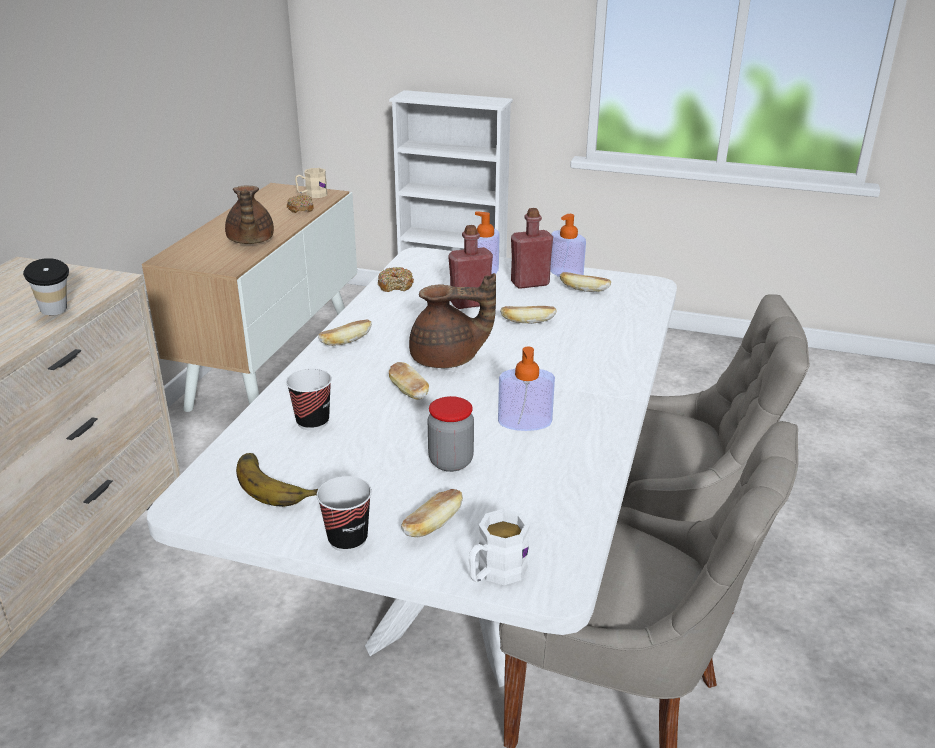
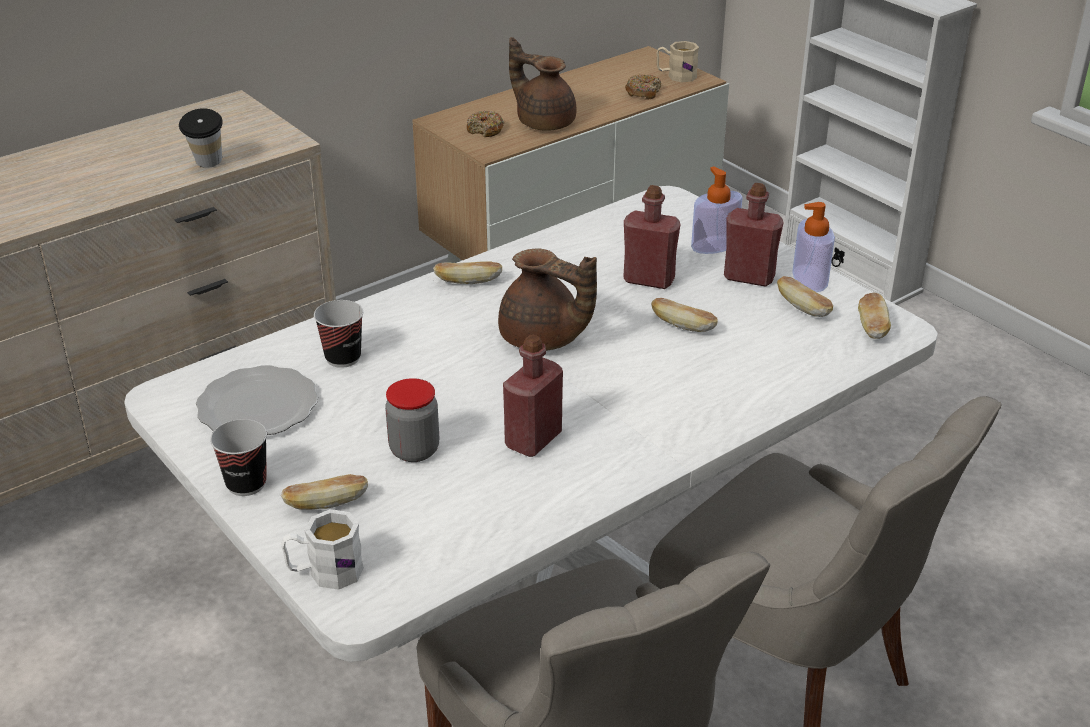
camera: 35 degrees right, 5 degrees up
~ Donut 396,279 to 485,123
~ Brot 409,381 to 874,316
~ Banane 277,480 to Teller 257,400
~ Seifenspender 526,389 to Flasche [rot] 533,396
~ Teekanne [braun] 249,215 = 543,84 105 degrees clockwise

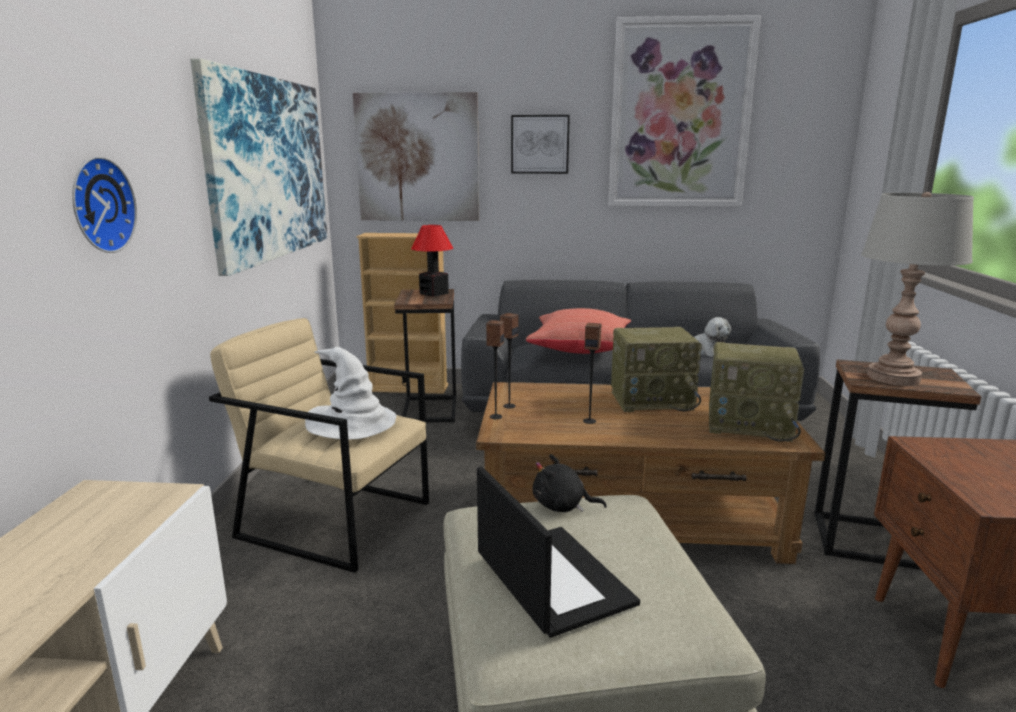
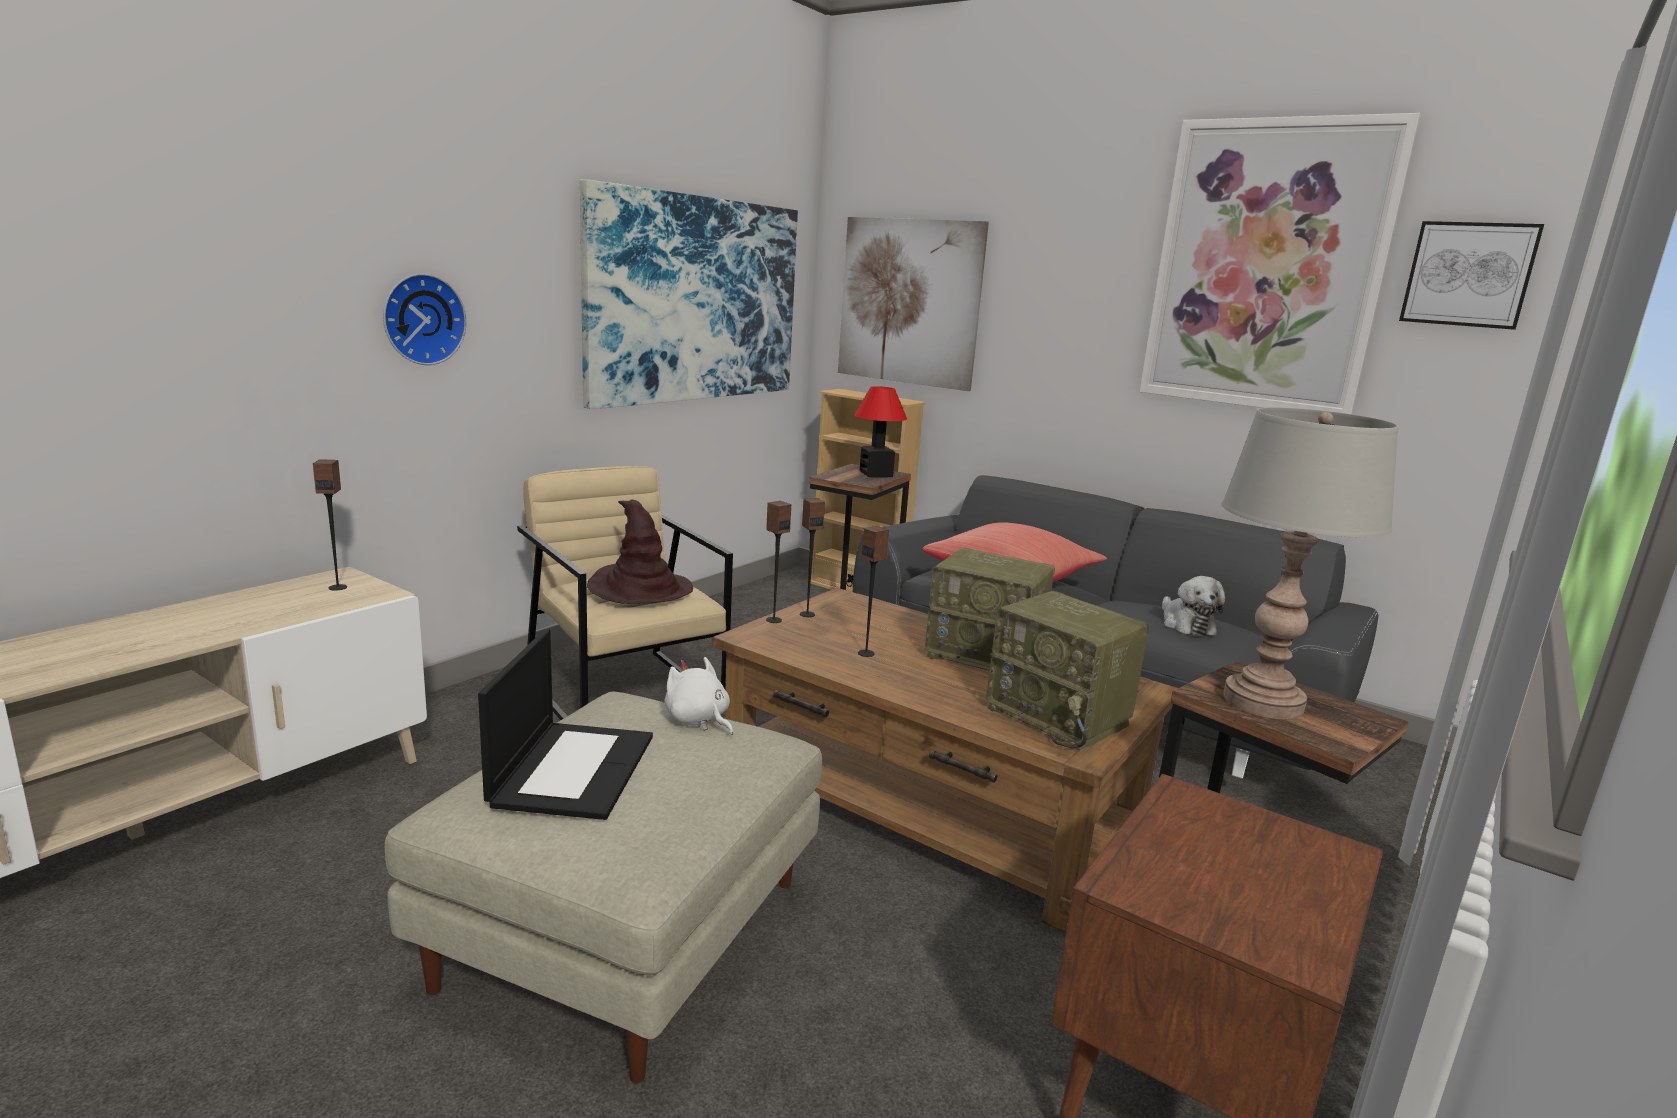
camera: 30 degrees right, 0 degrees up
+ Lautsprecher 330,525
~ Bild 540,144 to 1471,275
~ Hut [weiß] 351,393 to Hut [braun] 640,551
~ Plüschtier [schwarz] 570,483 to Plüschtier [weiß] 698,696

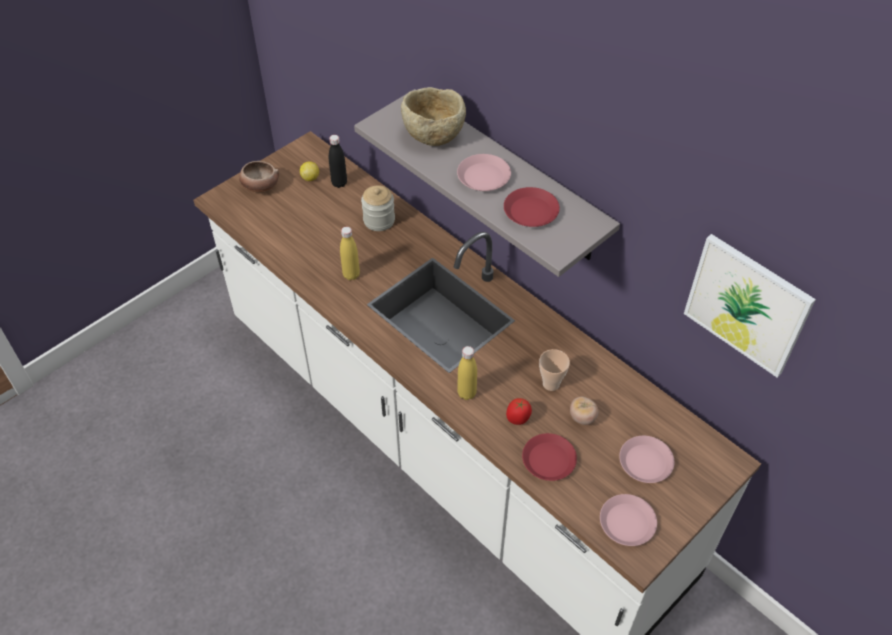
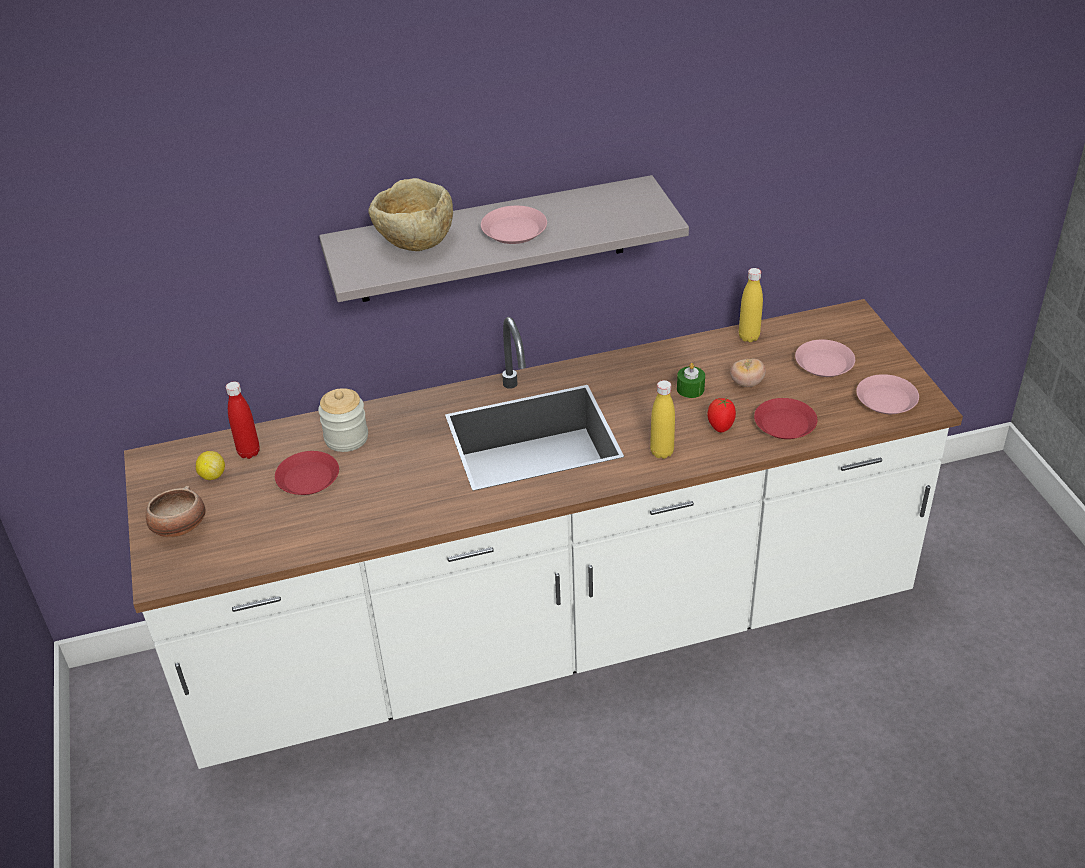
camera: 60 degrees left, 10 degrees down
- Bild 750,306
~ Flasche [gelb] 350,253 to 751,305
~ Teller [rot] 532,207 to 307,473
~ Tasse 554,370 to Kerze [grün] 691,380
~ Flasche [schwarz] 338,161 to Flasche [rot] 243,420

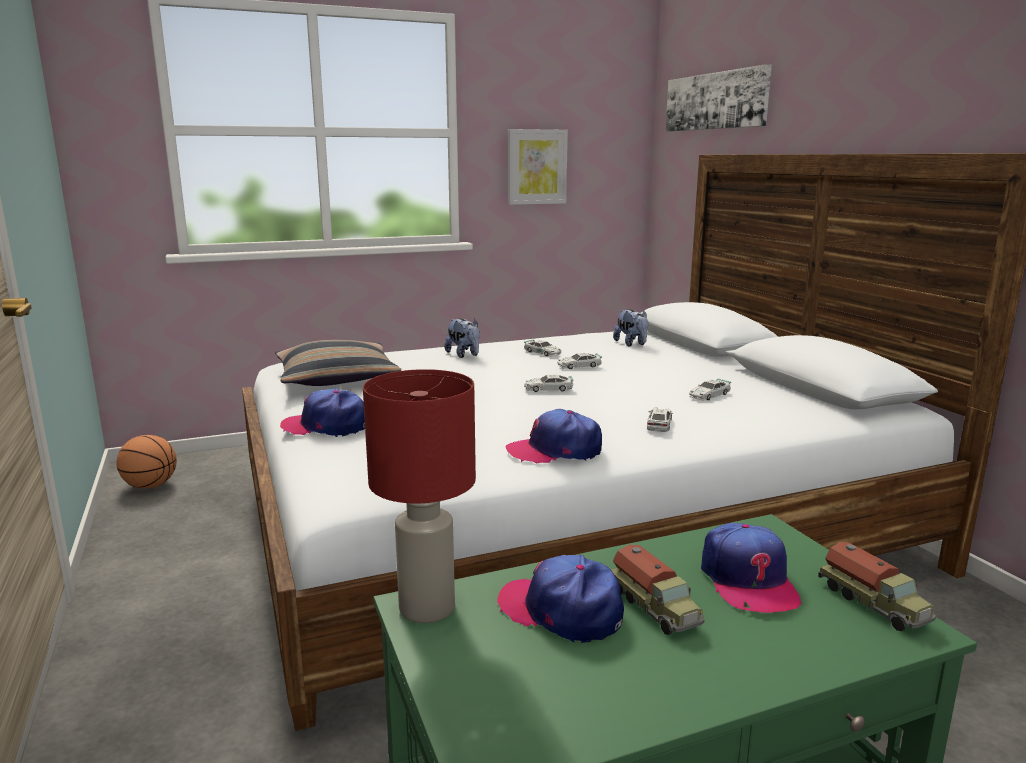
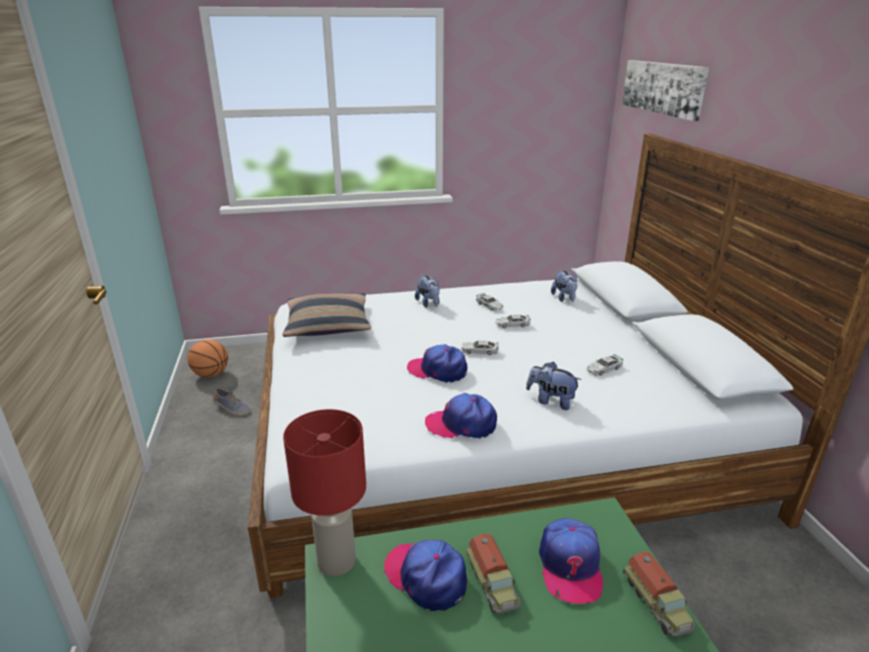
camera: 10 degrees right, 10 degrees up
- Bild 538,167
+ Schuh 232,402
~ Kappe 322,412 to 437,363
~ Spielzeugauto 660,420 to Plüschtier 554,386

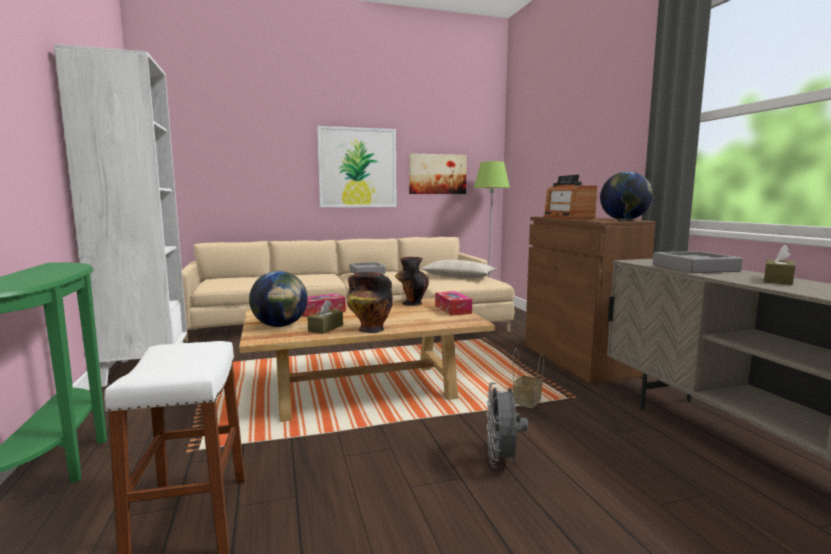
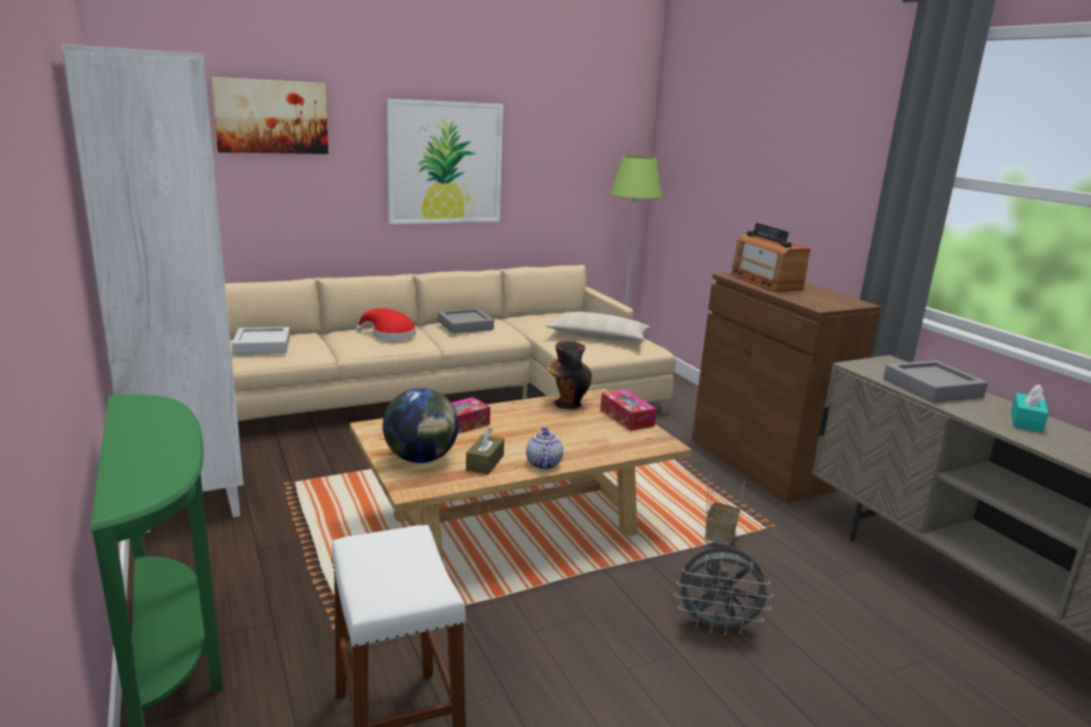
camera: 10 degrees left, 10 degrees up
- Globus 626,196
+ Tablett [grau] 261,341
+ Hut [rot] 386,324
~ Bild 438,173 to 269,115
~ Vase 370,302 to Teekanne 544,448
~ Taschentuchbox [braun] 779,265 to Taschentuchbox [türkis] 1030,408
~ Ventilator [grau] 507,424 = 724,592 75 degrees counterclockwise

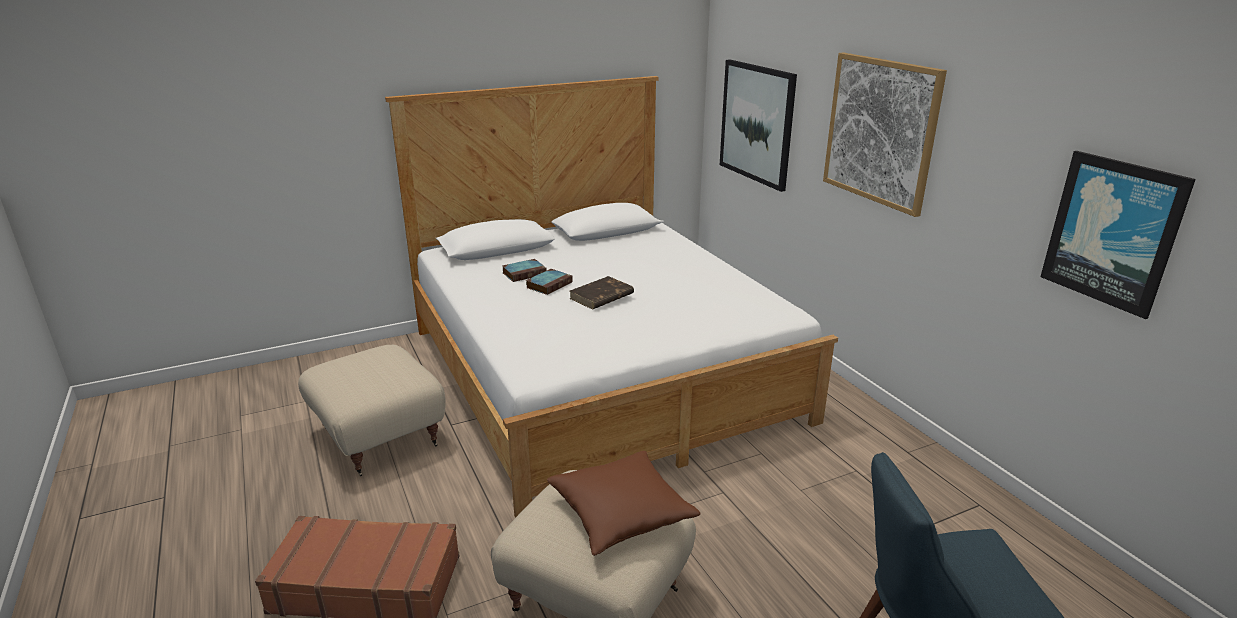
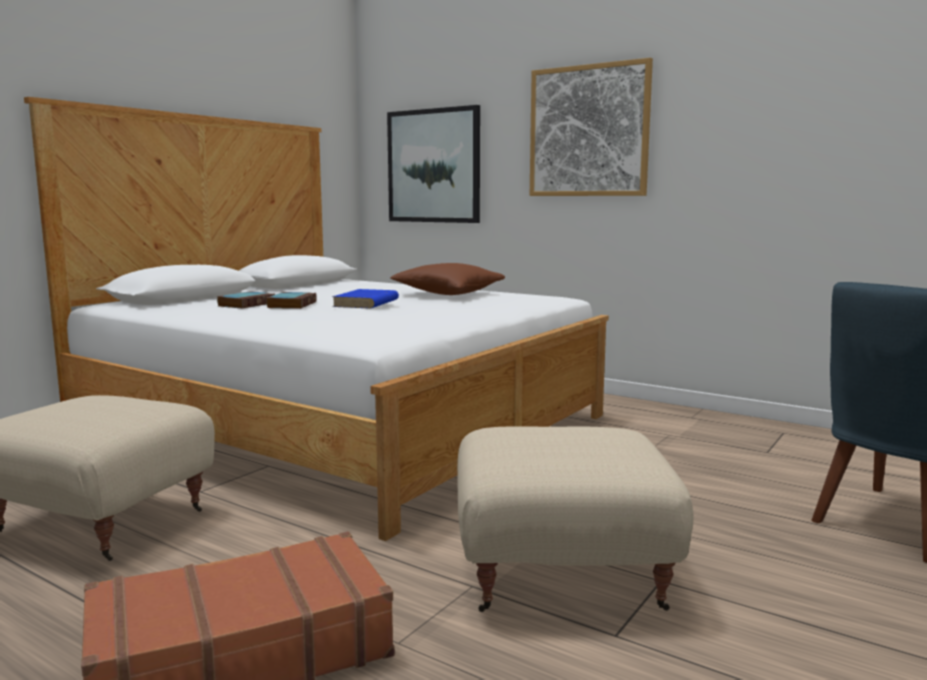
camera: 30 degrees left, 15 degrees down
- Bild 1118,235
~ Kissen [braun] 624,503 to 447,279
~ Buch [braun] 601,292 to Buch [blau] 365,299

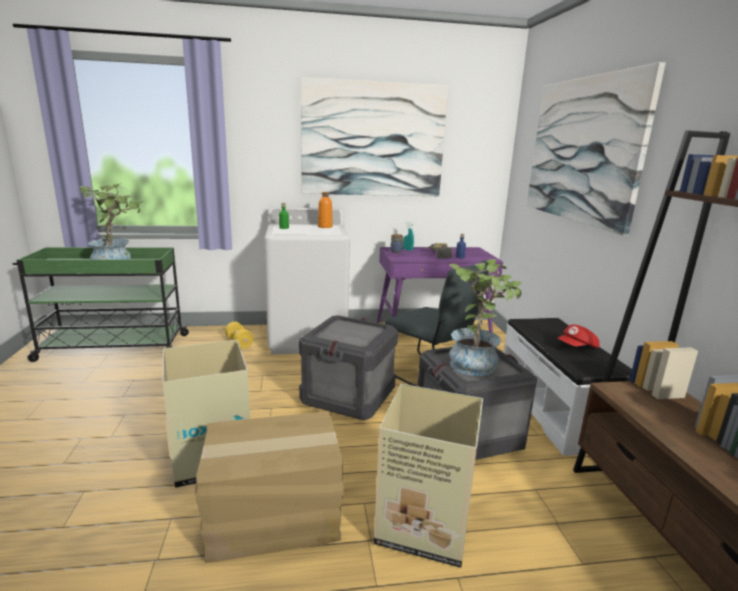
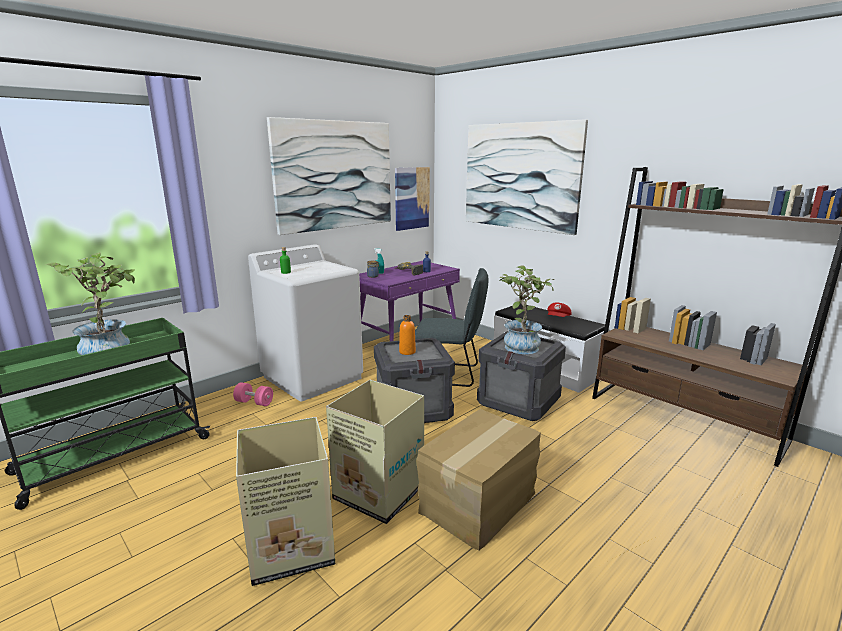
camera: 35 degrees left, 0 degrees up
+ Bild 412,199
~ Flasche [orange] 325,210 to 407,335
~ Karton 428,476 to 285,501
~ Hantel [gelb] 239,335 to Hantel [rosa] 253,394

